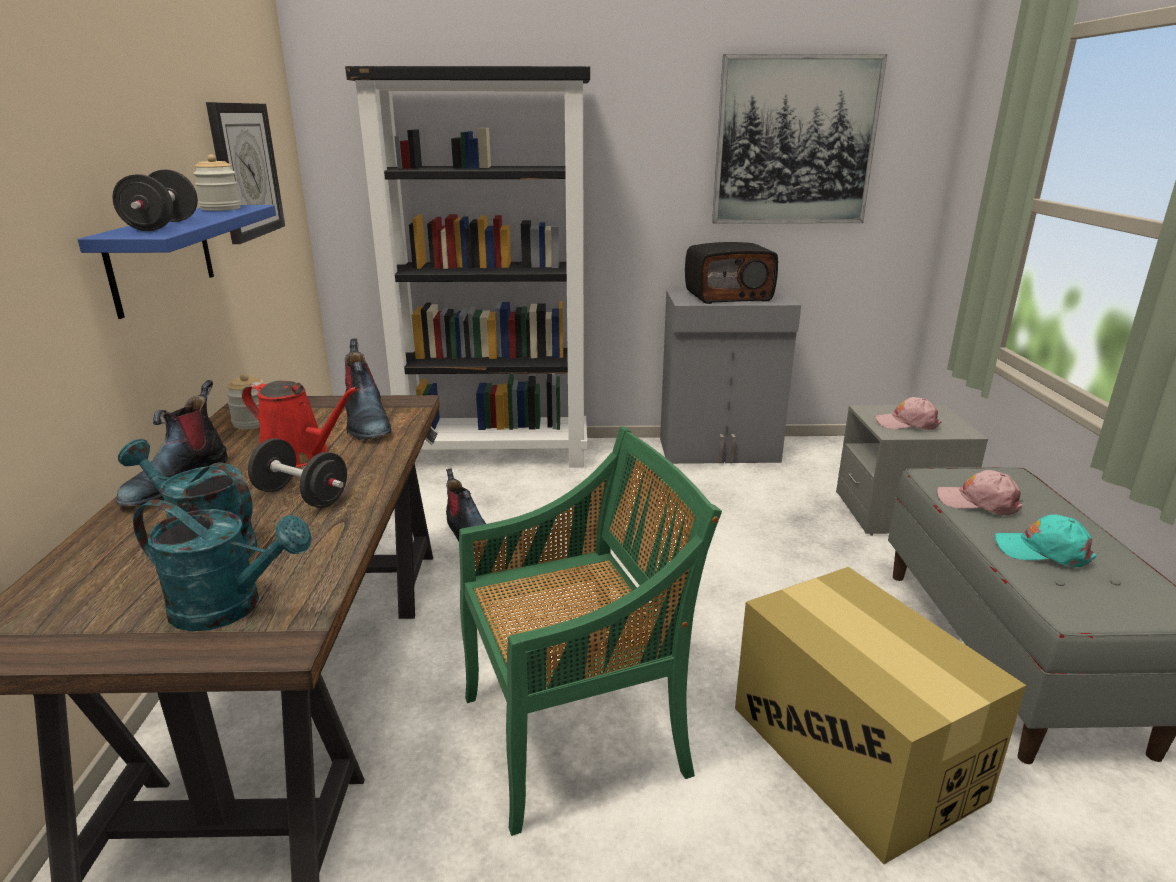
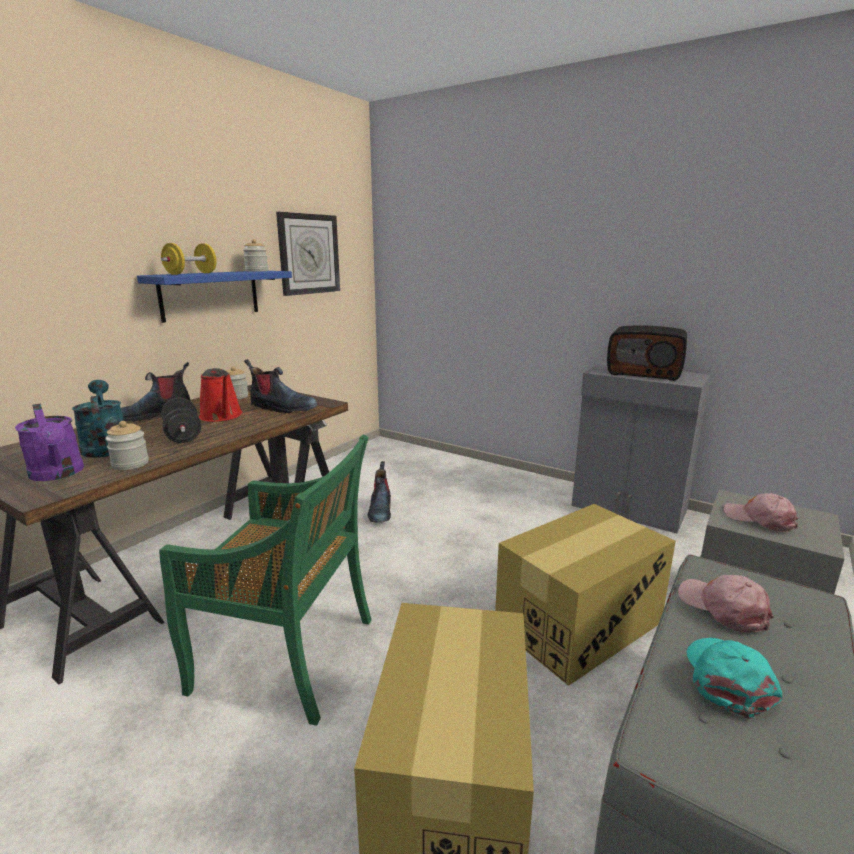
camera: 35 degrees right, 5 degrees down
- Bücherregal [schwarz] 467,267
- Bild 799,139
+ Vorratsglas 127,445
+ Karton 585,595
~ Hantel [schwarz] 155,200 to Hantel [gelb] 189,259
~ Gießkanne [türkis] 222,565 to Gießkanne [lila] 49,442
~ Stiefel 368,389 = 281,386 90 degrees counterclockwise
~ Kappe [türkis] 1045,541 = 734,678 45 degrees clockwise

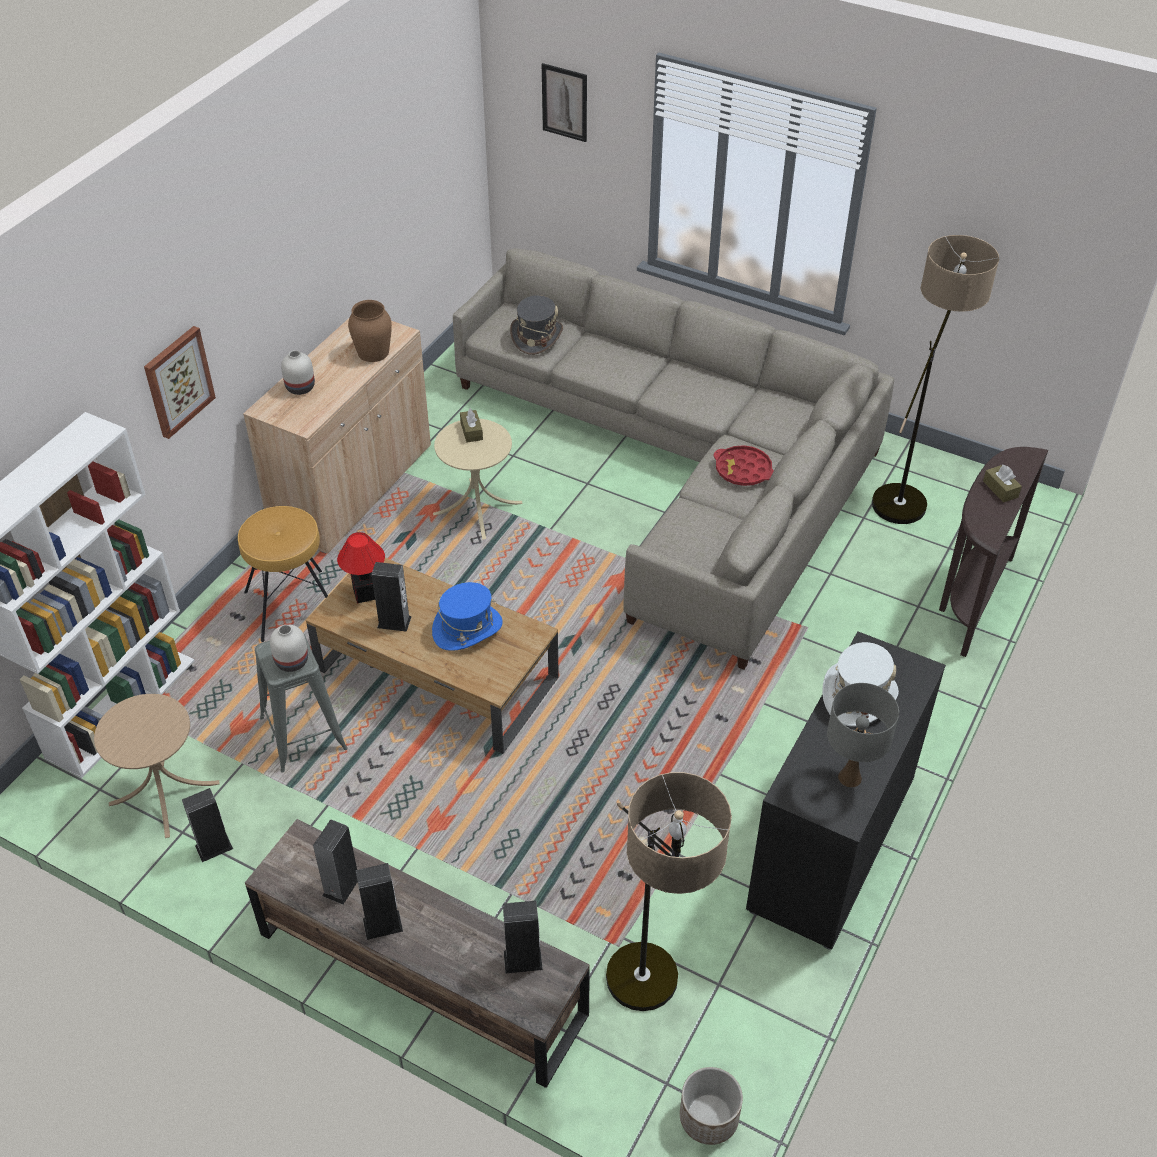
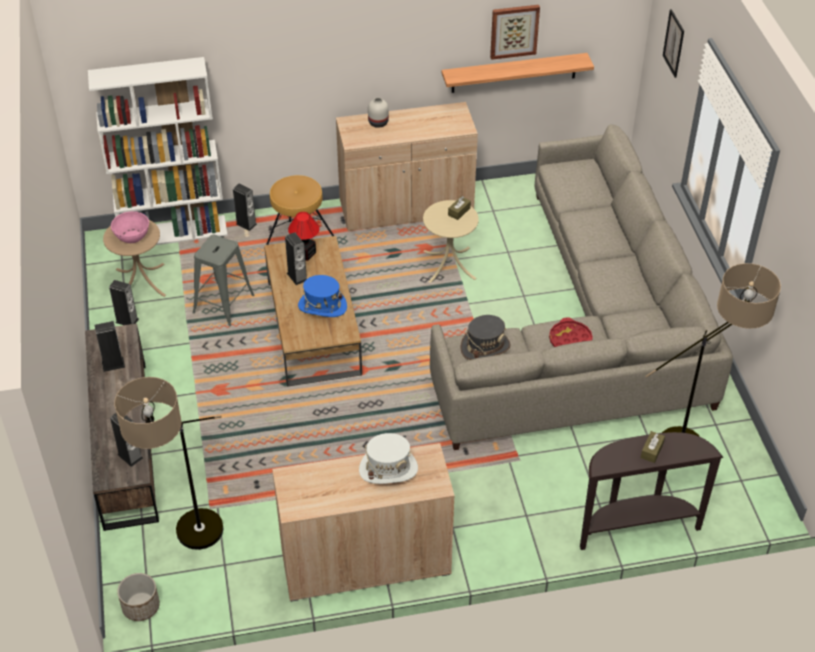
camera: 50 degrees right, 0 degrees up
- Vase [weiß] 289,648
- Vase [braun] 370,331
- Tischlampe [grau] 863,735
+ Schüssel [rosa] 130,227
+ Wandregal 518,73
~ Bild 180,382 to 515,32
~ Lautsprecher 379,901 to 245,207
~ Hut [grau] 536,325 to 485,337
~ Schrank [schwarz] 846,791 to Schrank [beige] 363,522

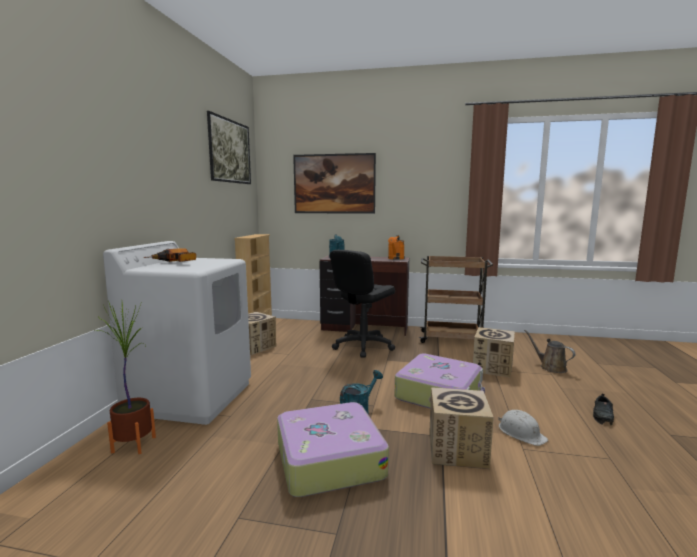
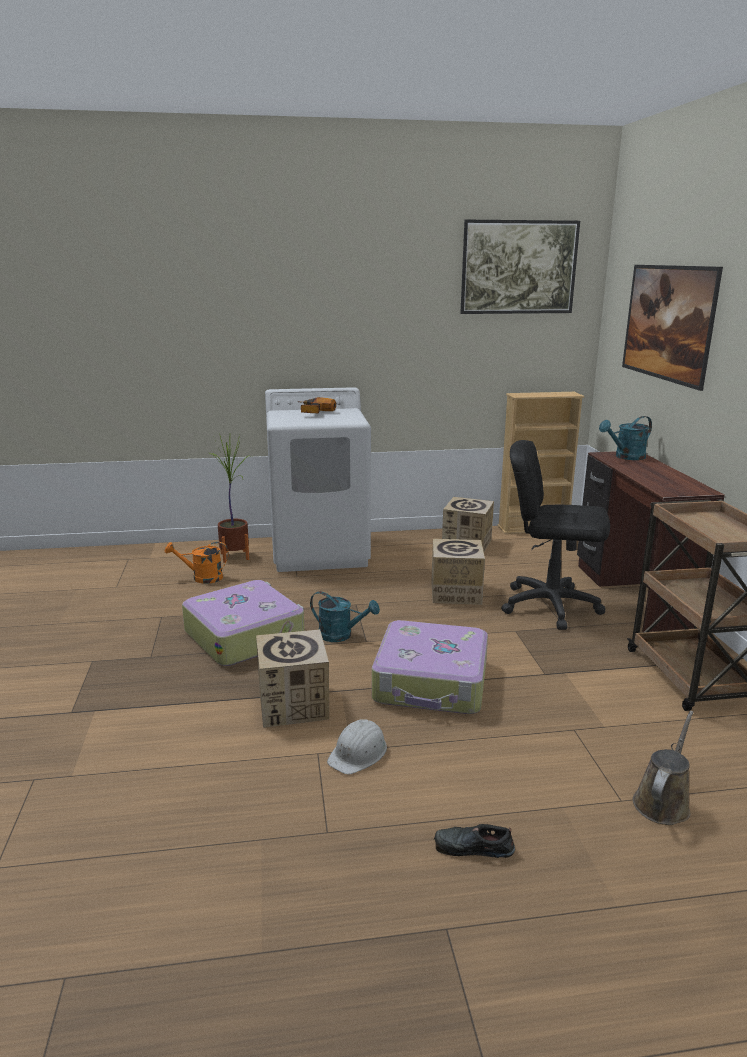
camera: 70 degrees right, 10 degrees up
~ Gießkanne [orange] 396,247 to 197,563
~ Karton 494,352 to 458,572

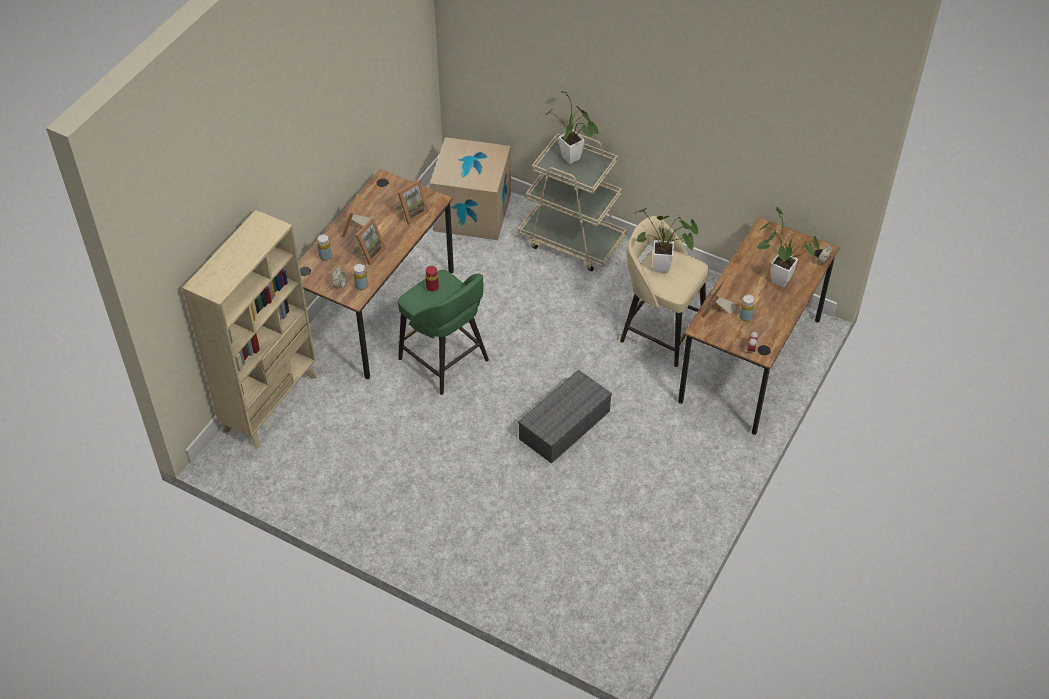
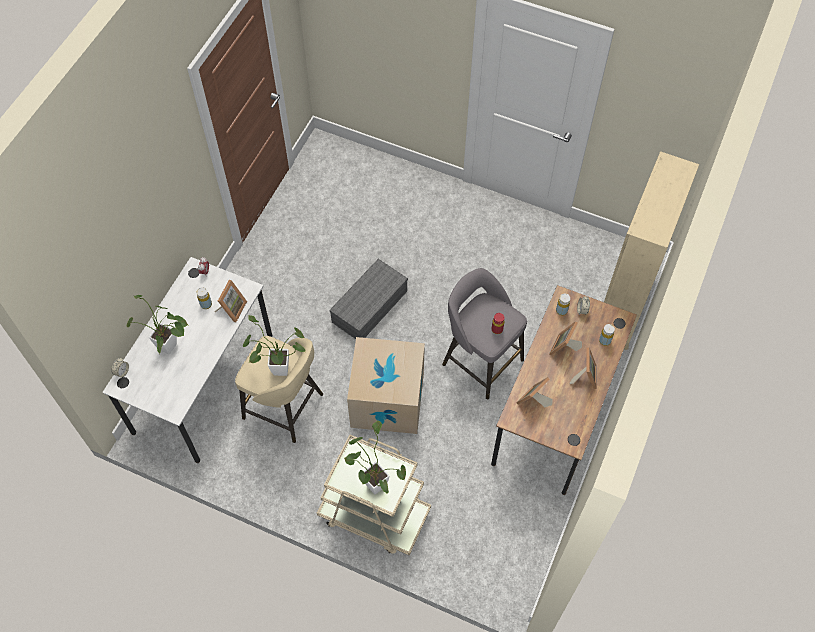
camera: 175 degrees right, 10 degrees up
~ Karton 470,188 to 386,385
~ Hocker [grün] 443,332 to Hocker [grau] 484,334
~ Schreibtisch [braun] 759,326 to Schreibtisch [weiß] 187,360

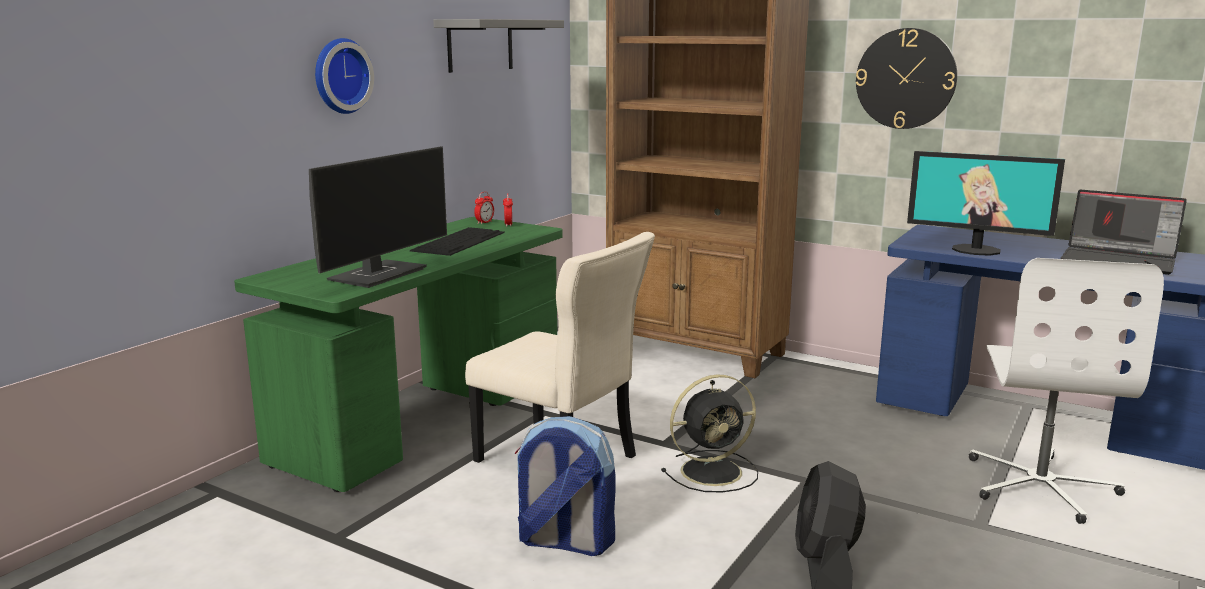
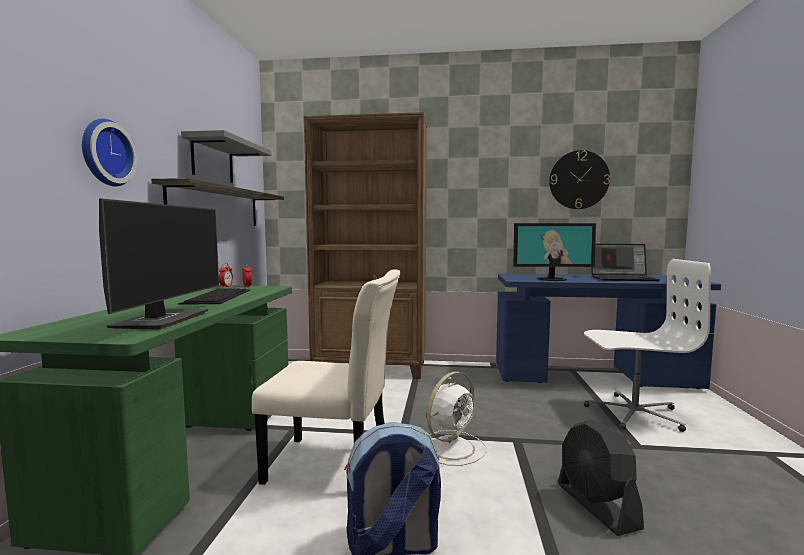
camera: 25 degrees left, 10 degrees down
+ Wandregal 217,202
~ Wanduhr 906,78 to 579,179
~ Ventilator [schwarz] 709,433 to Ventilator [weiß] 457,418
~ Bürostuhl [weiß] 1066,391 = 647,345 75 degrees counterclockwise

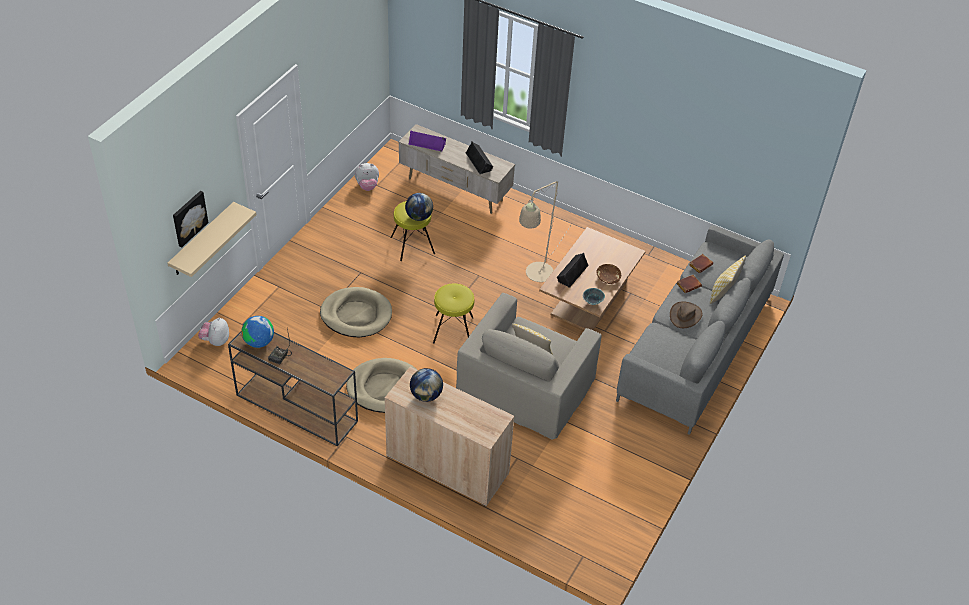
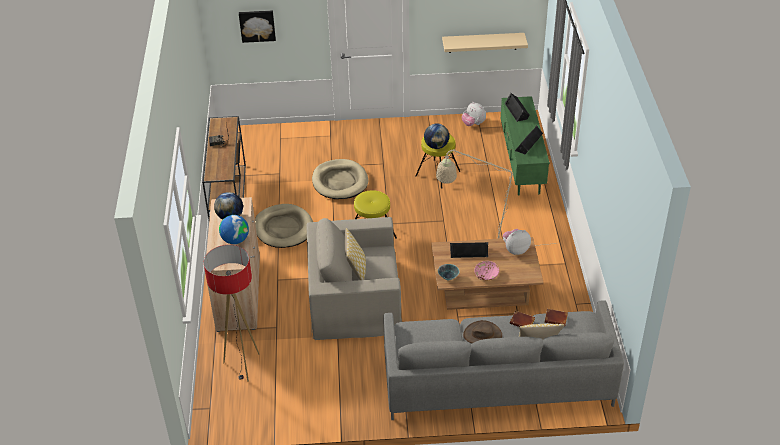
camera: 60 degrees right, 5 degrees down
+ Stehlampe 232,313
~ Wandregal [beige] 212,239 to 485,43
~ Plüschtier 213,332 to 517,242
~ Globus 257,332 to 234,229
~ Fernsehschrank [beige] 457,169 to Fernsehschrank [grün] 525,146
~ Lautsprecher [lila] 427,141 to Lautsprecher [schwarz] 517,107
~ Schüssel [braun] 609,274 to Schüssel [rosa] 486,270

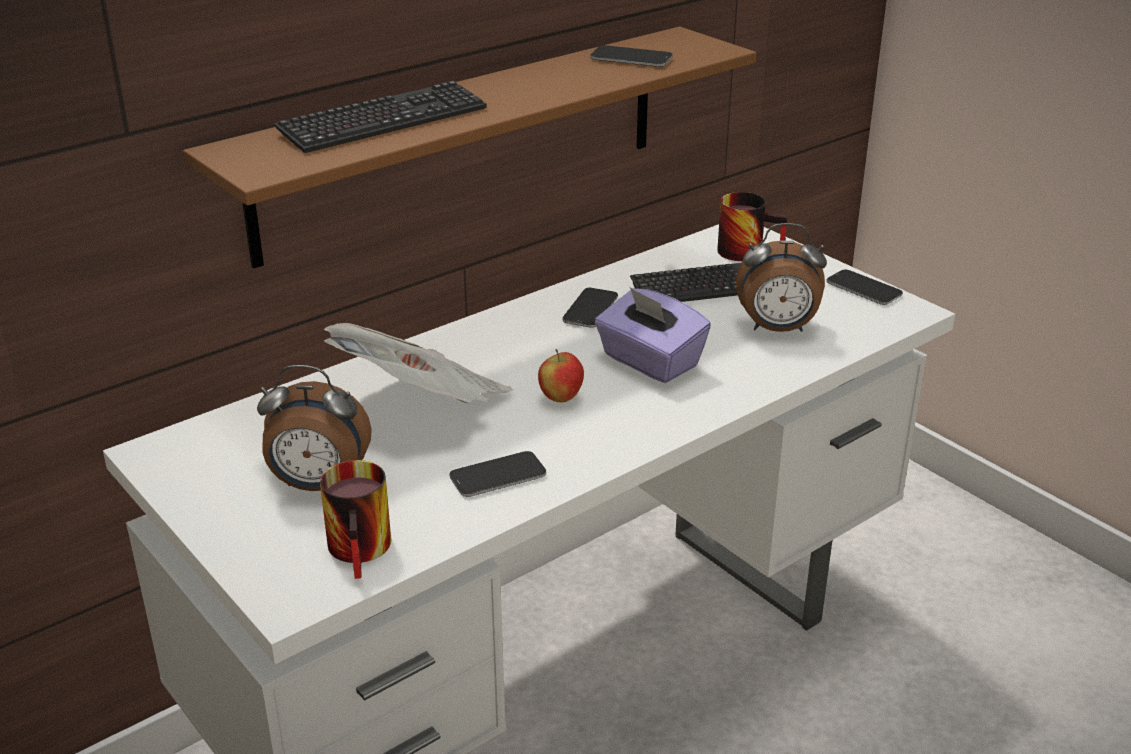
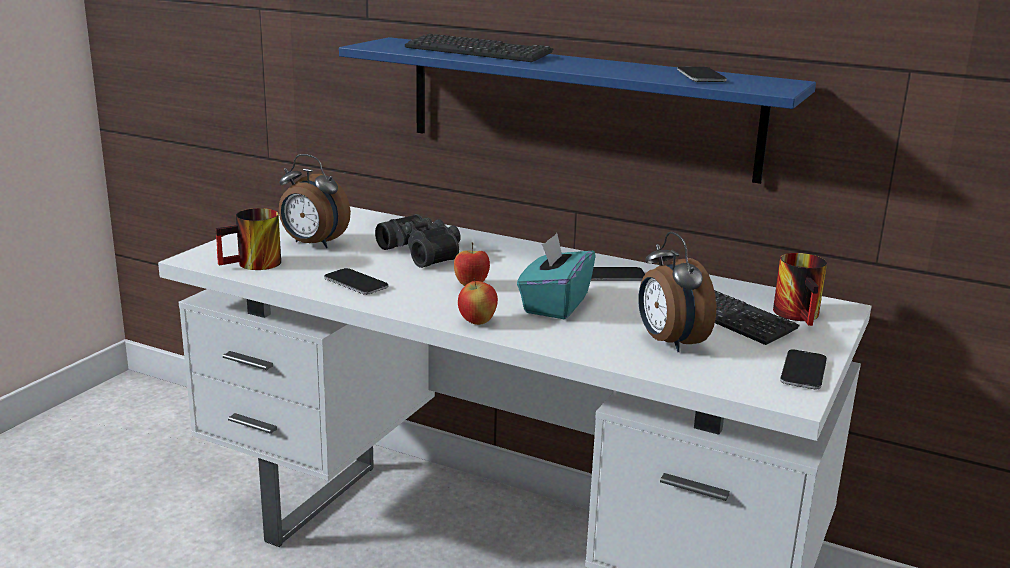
camera: 65 degrees right, 10 degrees down
+ Apfel 478,301
~ Zeitung 418,363 to Fernglas [schwarz] 417,241
~ Wandregal [braun] 469,148 to Wandregal [blau] 577,110
~ Taschentuchbox [lila] 653,335 to Taschentuchbox [türkis] 556,276
~ Wecker 314,428 = 315,201 45 degrees counterclockwise

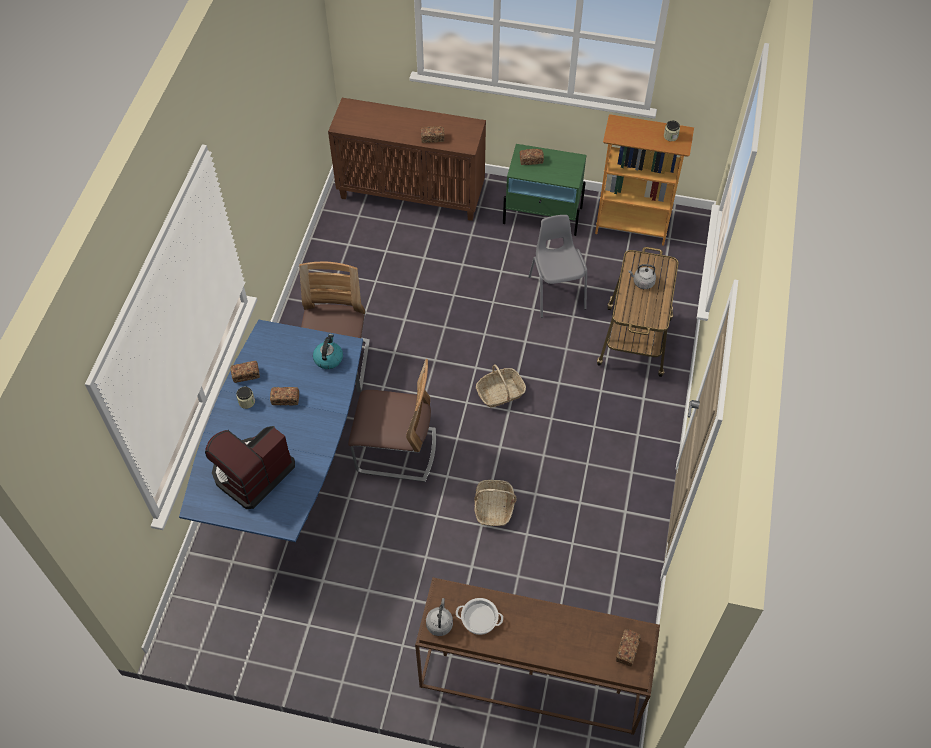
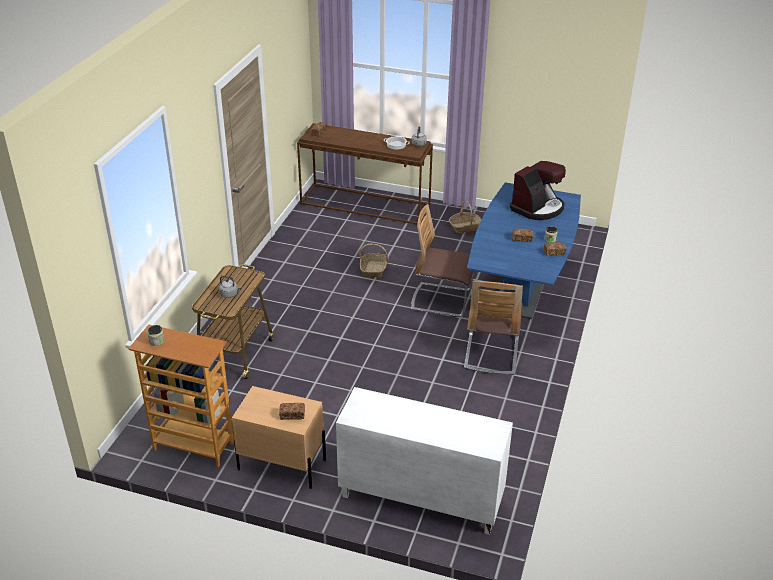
camera: 175 degrees left, 20 degrees down
- Wasserkessel 328,351
- Brot 433,134
- Stuhl [grau] 557,266
~ Korb 501,386 to 465,217
~ Schrank [braun] 407,159 to Schrank [weiß] 424,461
~ Nachttisch [grün] 544,190 to Nachttisch [beige] 279,437

